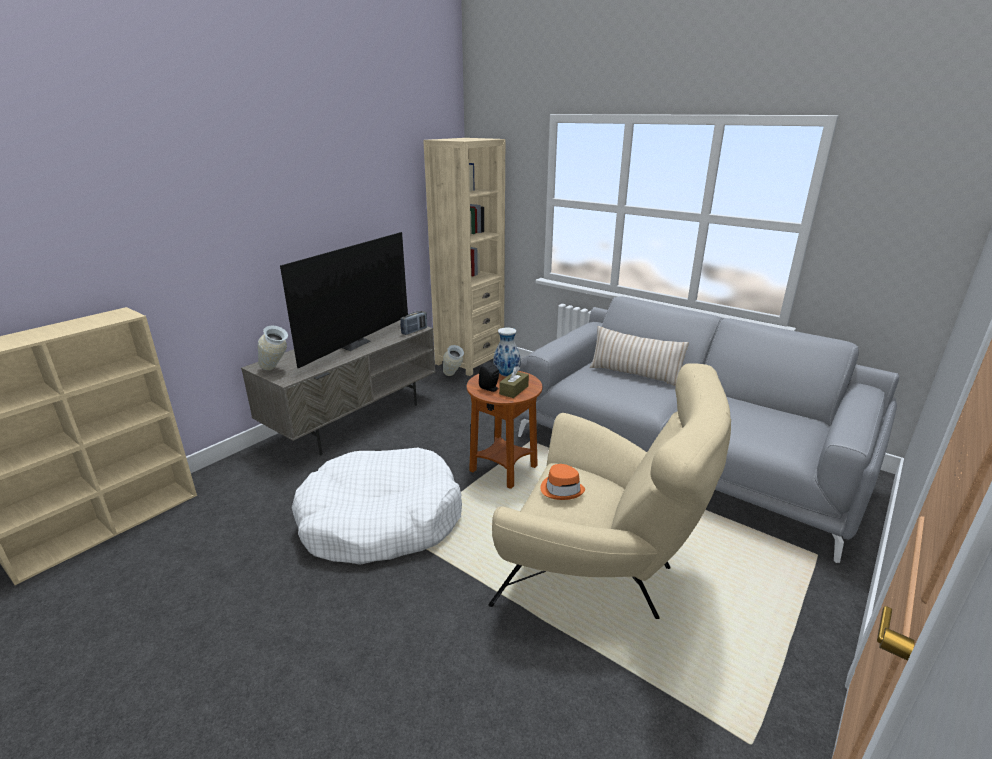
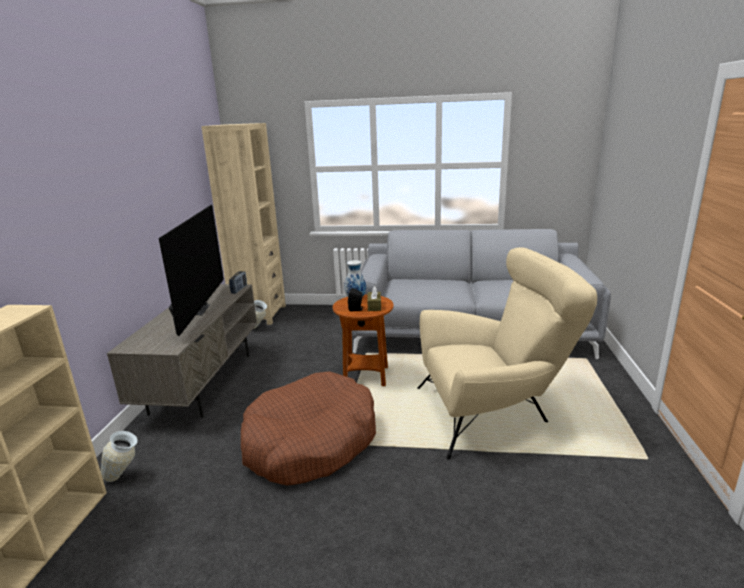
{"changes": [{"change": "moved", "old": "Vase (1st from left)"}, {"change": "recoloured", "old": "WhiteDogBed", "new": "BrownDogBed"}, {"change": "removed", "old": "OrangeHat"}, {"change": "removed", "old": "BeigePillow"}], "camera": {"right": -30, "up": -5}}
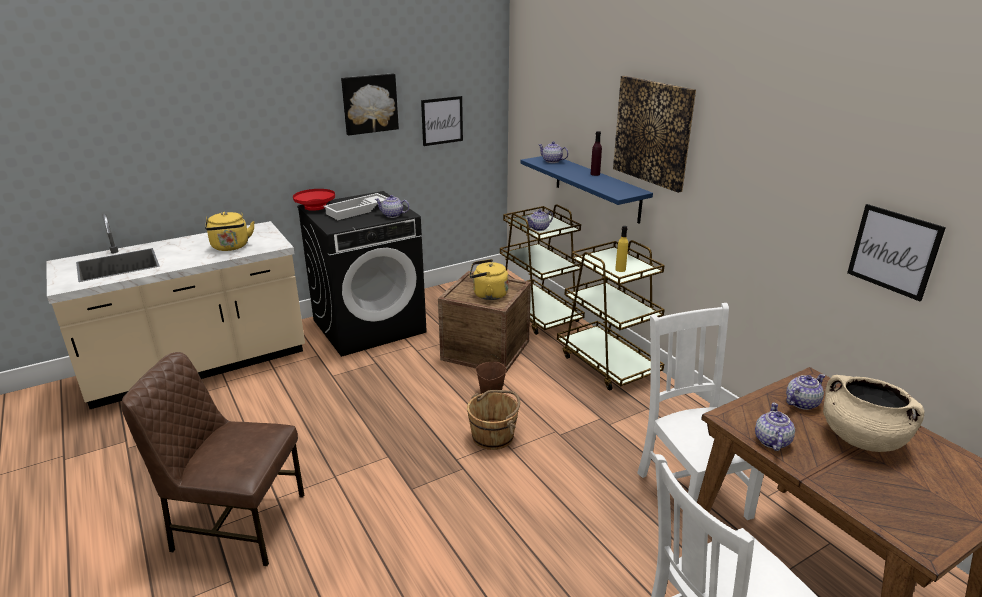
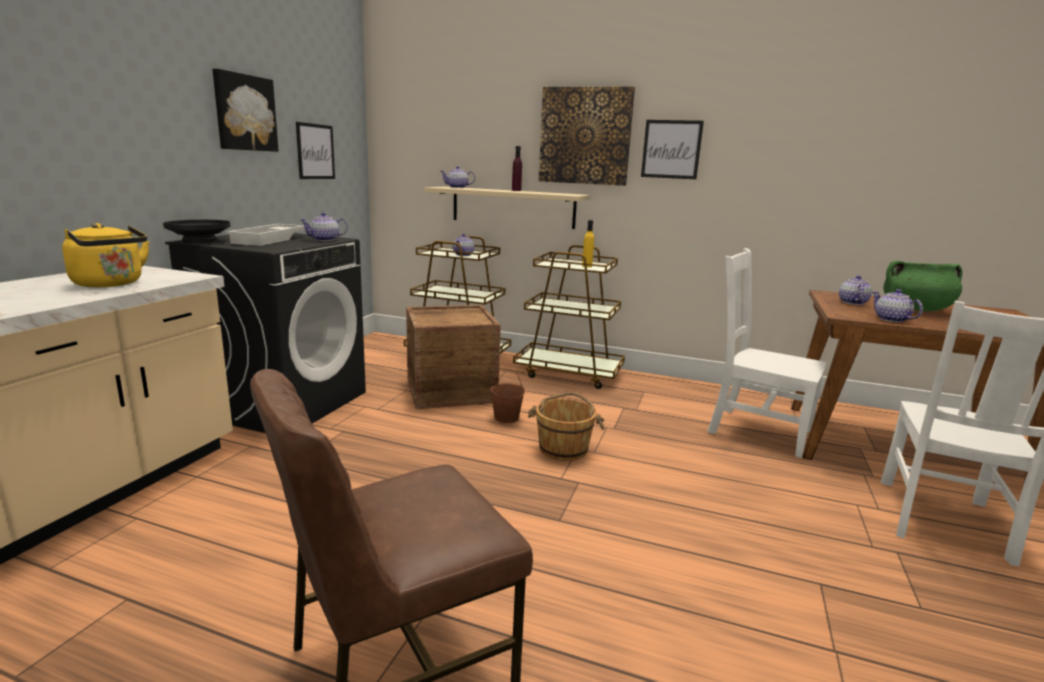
{"changes": [{"change": "recoloured", "old": "RedBowl", "new": "BlackBowl"}, {"change": "removed", "old": "YellowKettle (2nd from left)"}, {"change": "recoloured", "old": "BlueShelf", "new": "BeigeShelf"}, {"change": "recoloured", "old": "BeigeCookingPot", "new": "GreenCookingPot"}, {"change": "moved", "old": "Picture (4th from left)"}], "camera": {"right": -40, "up": -10}}
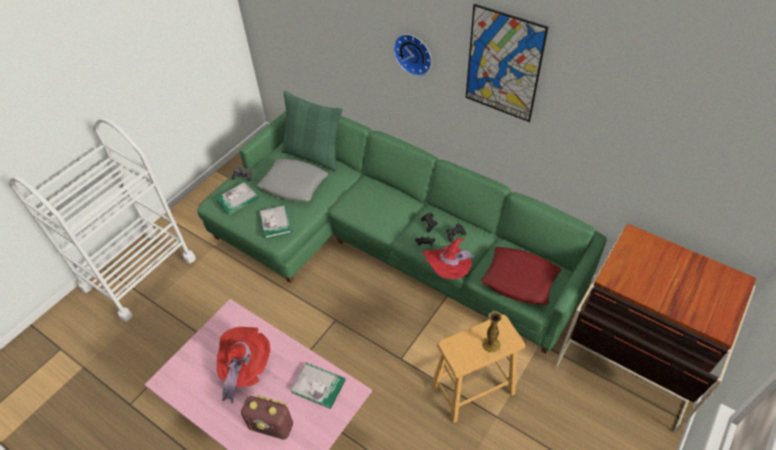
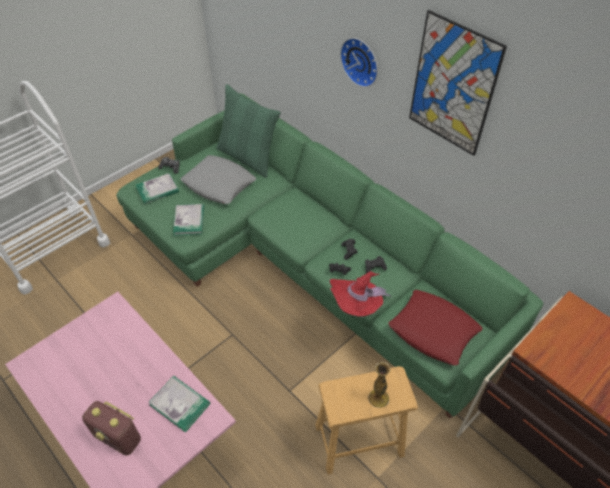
{"changes": [{"change": "removed", "old": "RedHat (1st from left)"}], "camera": {"right": 10, "up": 0}}
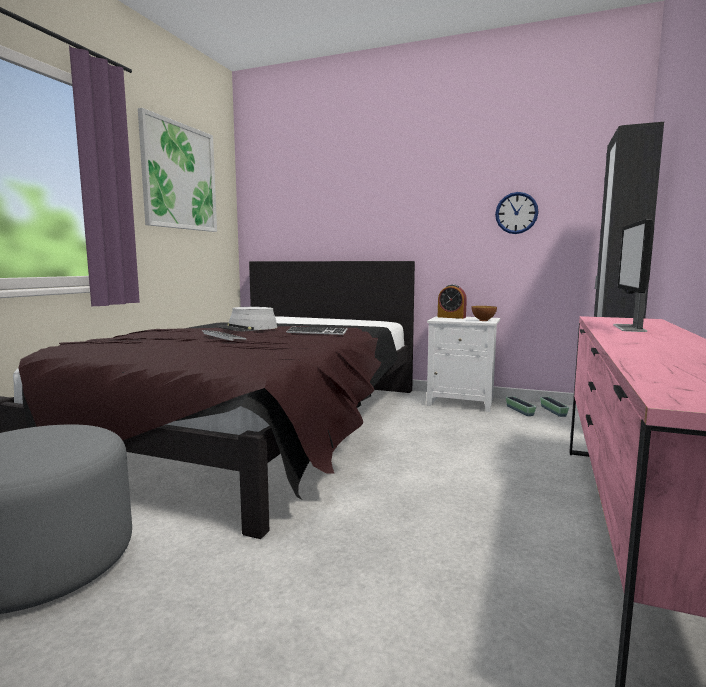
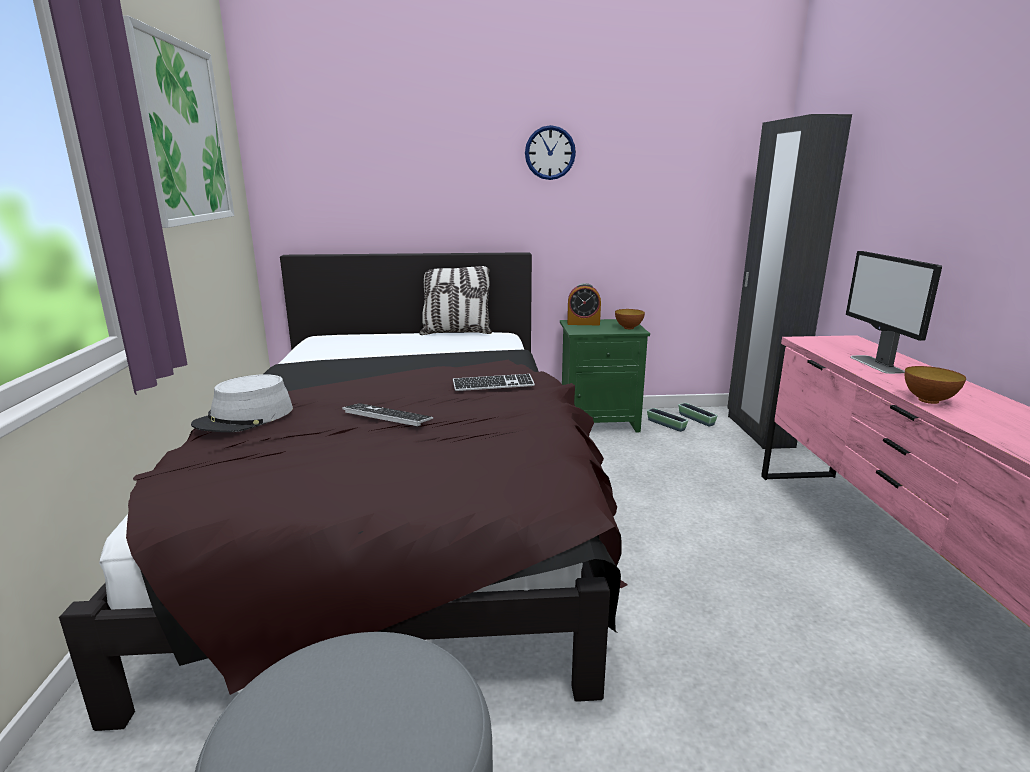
{"changes": [{"change": "moved", "old": "GreyHat"}, {"change": "recoloured", "old": "WhiteNightstand", "new": "GreenNightstand"}, {"change": "moved", "old": "WallClock"}, {"change": "added", "new": "Pillow"}, {"change": "added", "new": "Bowl (2nd from left)"}], "camera": {"right": -25, "up": 10}}
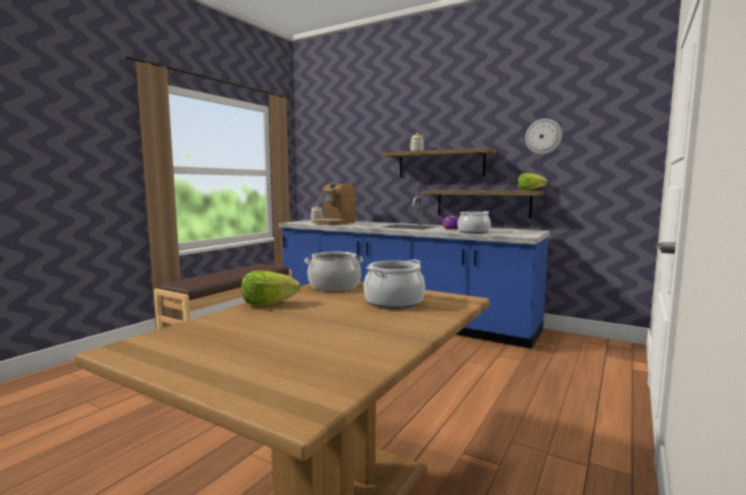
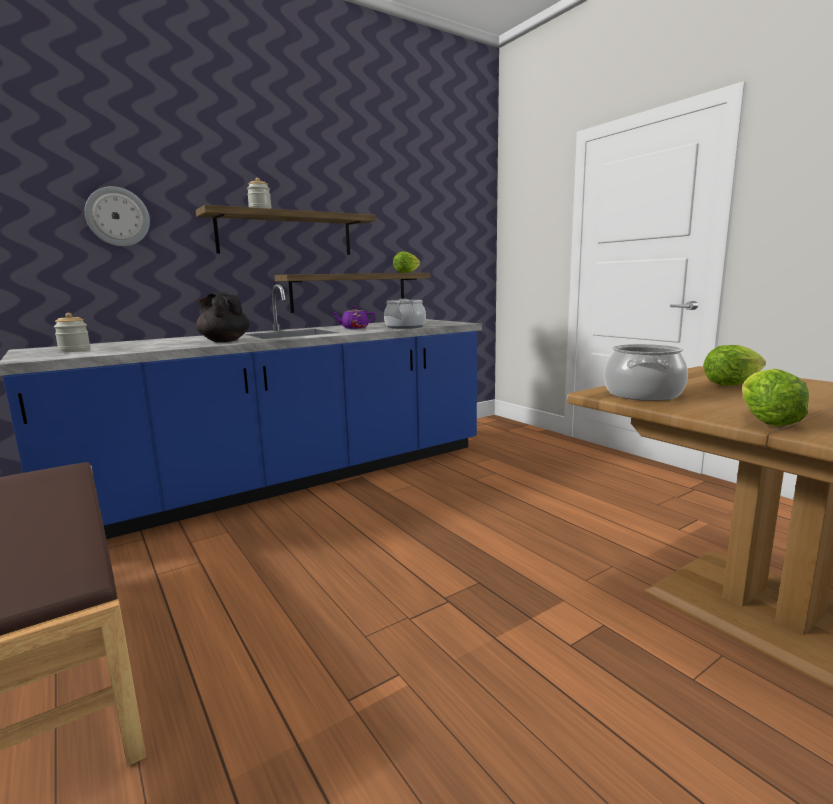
{"changes": [{"change": "removed", "old": "CoffeeMachine"}, {"change": "replaced", "old": "CookingPot (2nd from left)", "new": "Lettuce (2nd from left)"}, {"change": "moved", "old": "WallClock"}, {"change": "added", "new": "BlackTeapot"}], "camera": {"right": -65, "up": 5}}
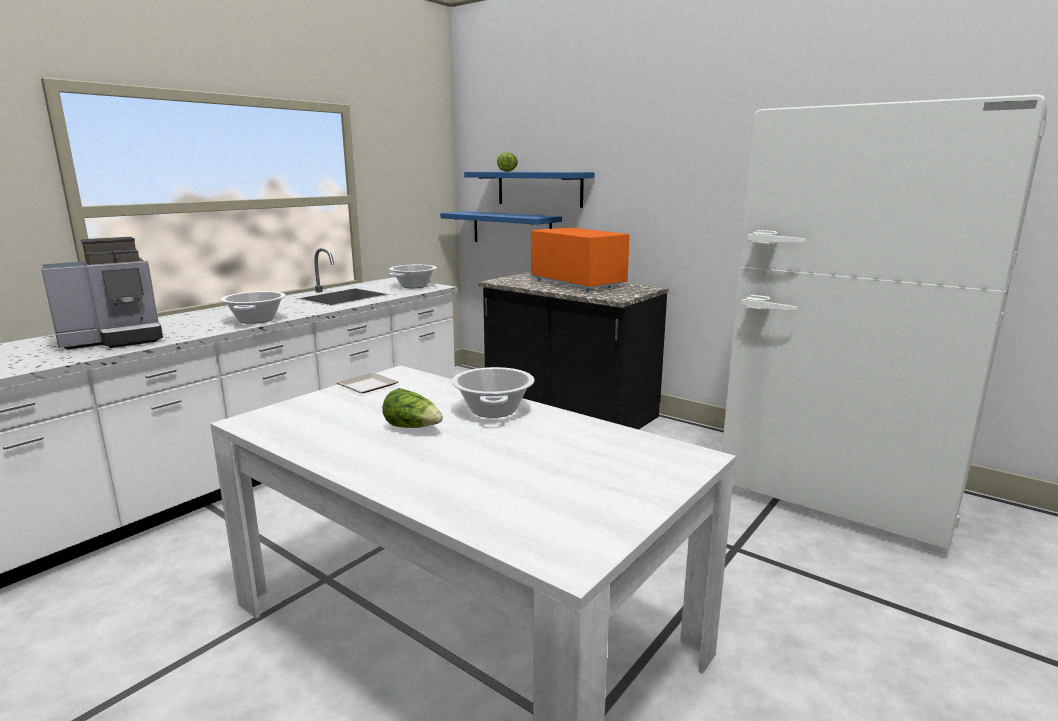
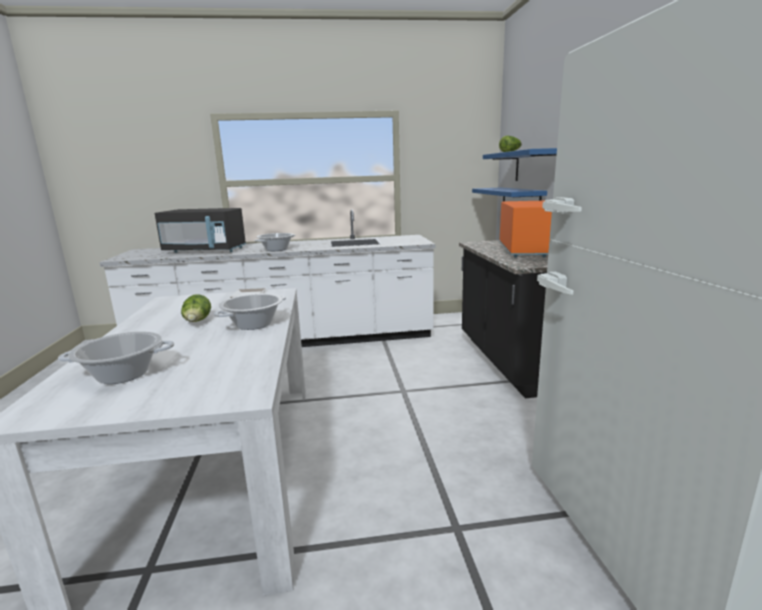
{"changes": [{"change": "replaced", "old": "CoffeeMachine", "new": "BlackMicrowave"}, {"change": "moved", "old": "CookingPot (2nd from left in the first image)", "new": "CookingPot (1st from left)"}], "camera": {"right": 45, "up": 0}}
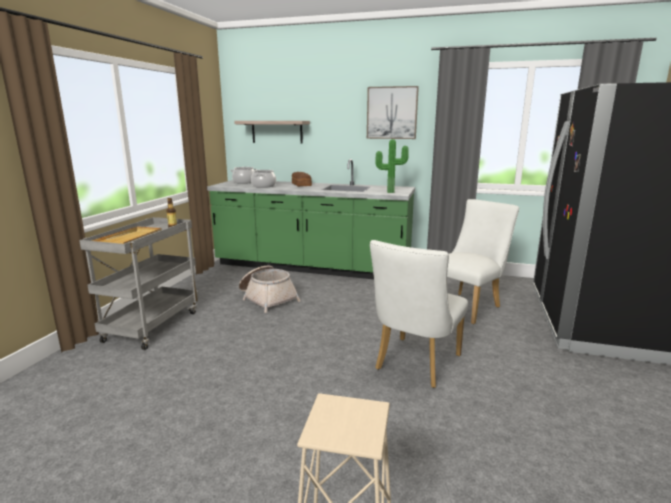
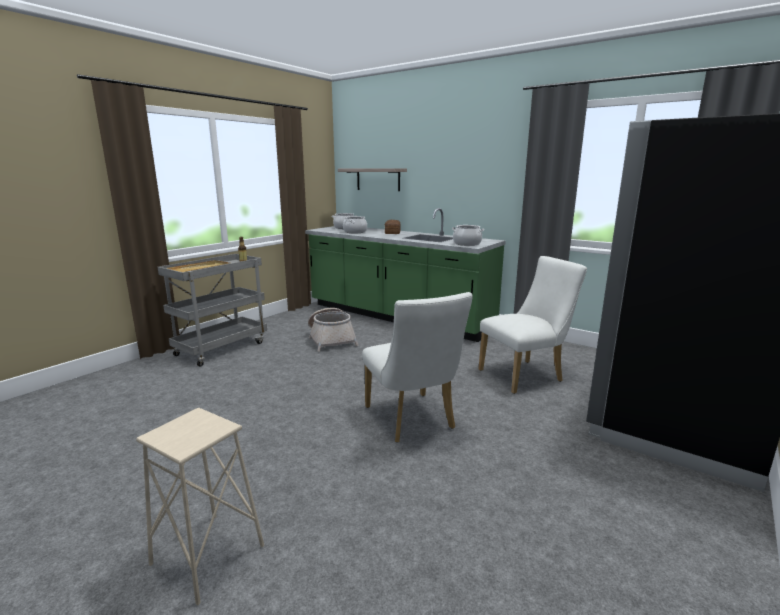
{"changes": [{"change": "removed", "old": "Picture"}, {"change": "turned", "old": "WhiteChair (1st from left)", "degrees": -75}, {"change": "replaced", "old": "PottedPlant", "new": "CookingPot (3rd from left)"}], "camera": {"right": 20, "up": 0}}
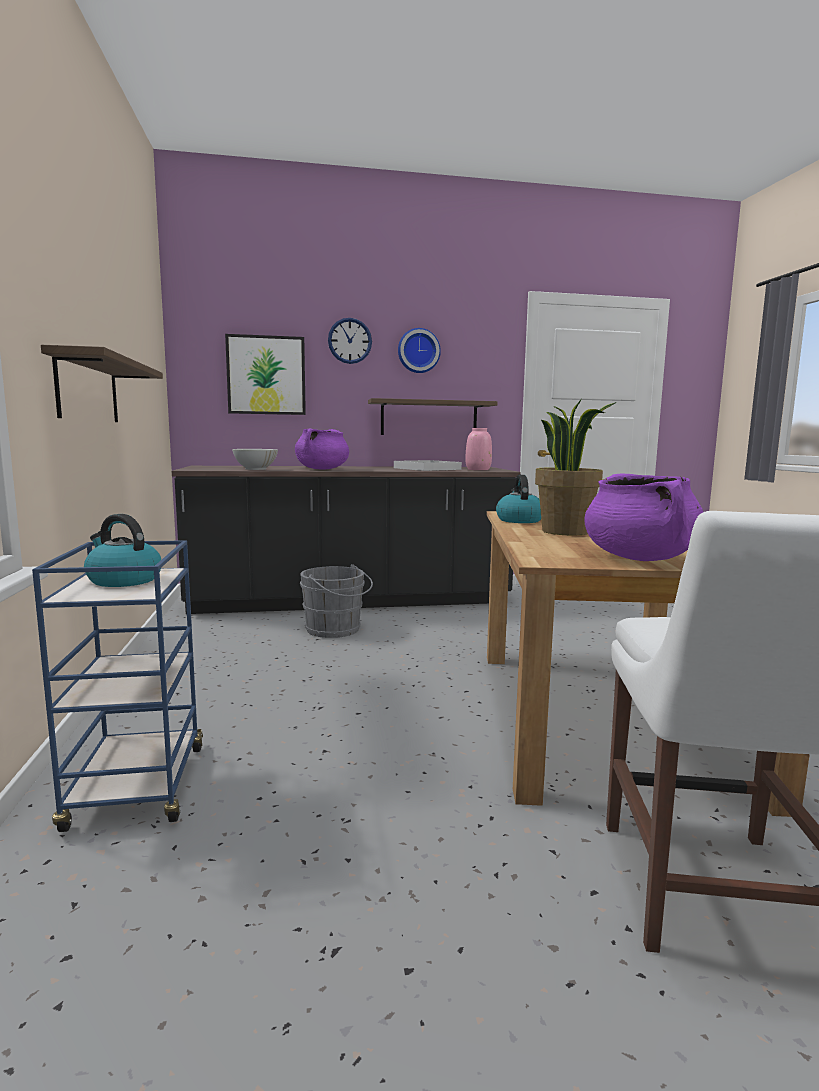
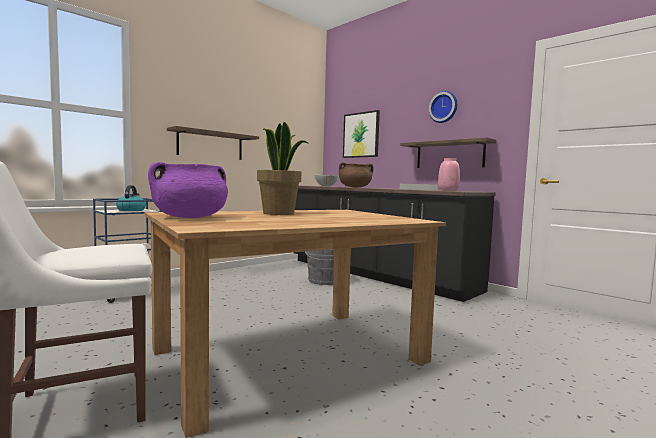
{"changes": [{"change": "recoloured", "old": "PurpleCookingPot (1st from left)", "new": "BrownCookingPot"}, {"change": "removed", "old": "WallClock (1st from left)"}, {"change": "removed", "old": "Kettle (2nd from left)"}], "camera": {"right": 55, "up": -5}}
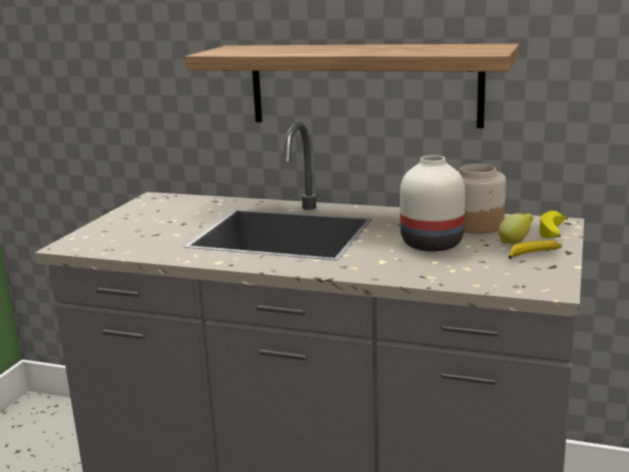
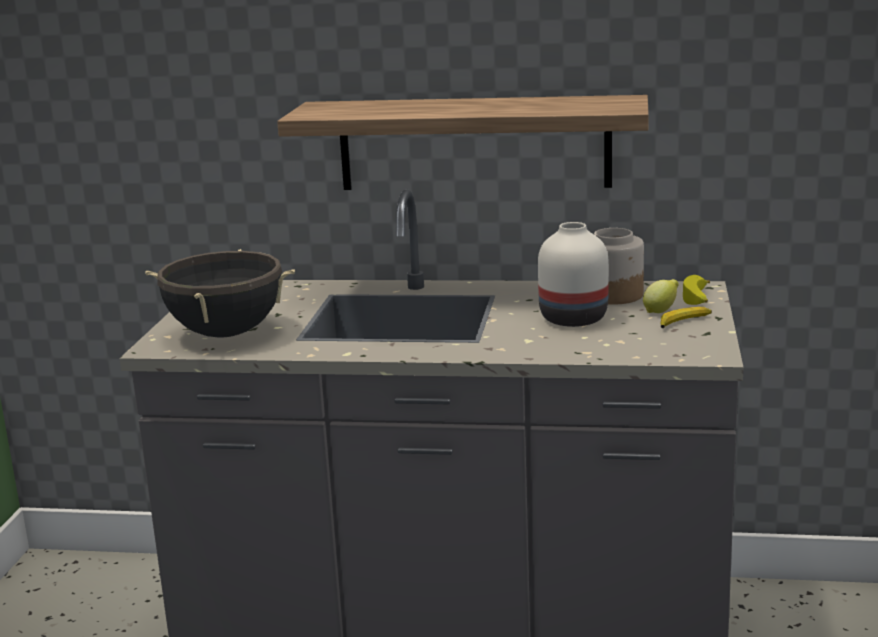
{"changes": [{"change": "added", "new": "BlackCookingPot"}], "camera": {"right": -10, "up": 0}}
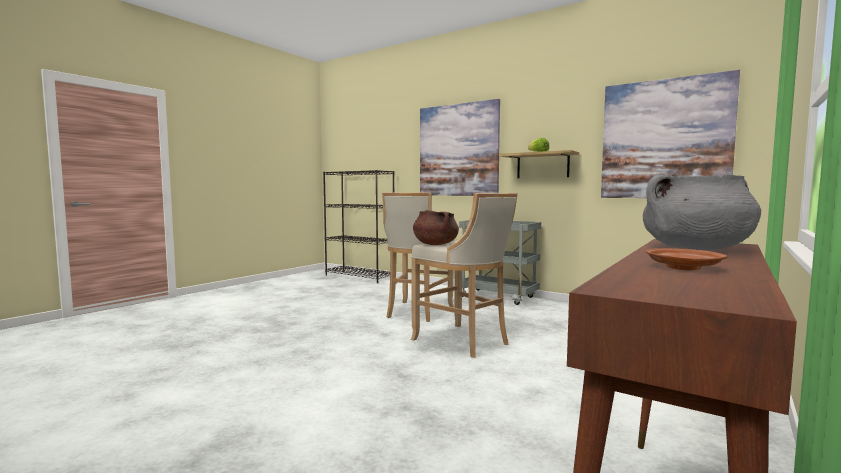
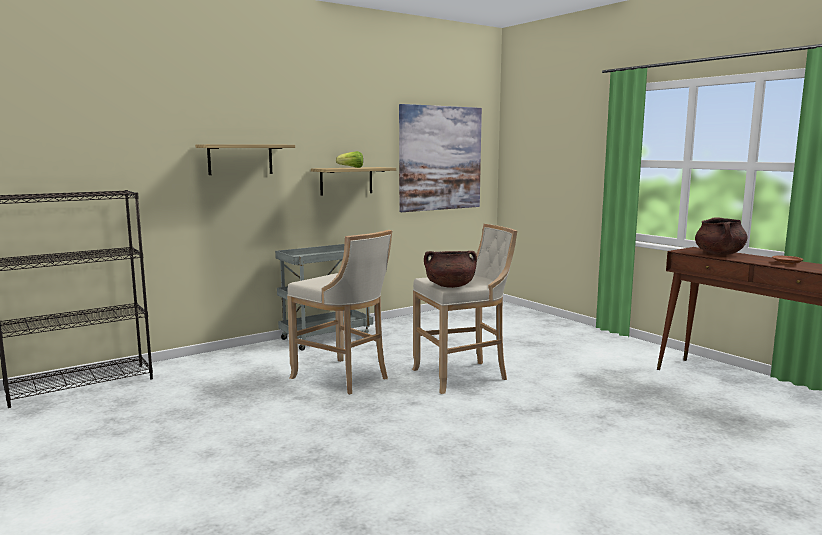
{"changes": [{"change": "replaced", "old": "Picture (1st from left)", "new": "Shelf (1st from left)"}, {"change": "recoloured", "old": "GreyCookingPot", "new": "BrownCookingPot (2nd from left)"}], "camera": {"right": -70, "up": 5}}
